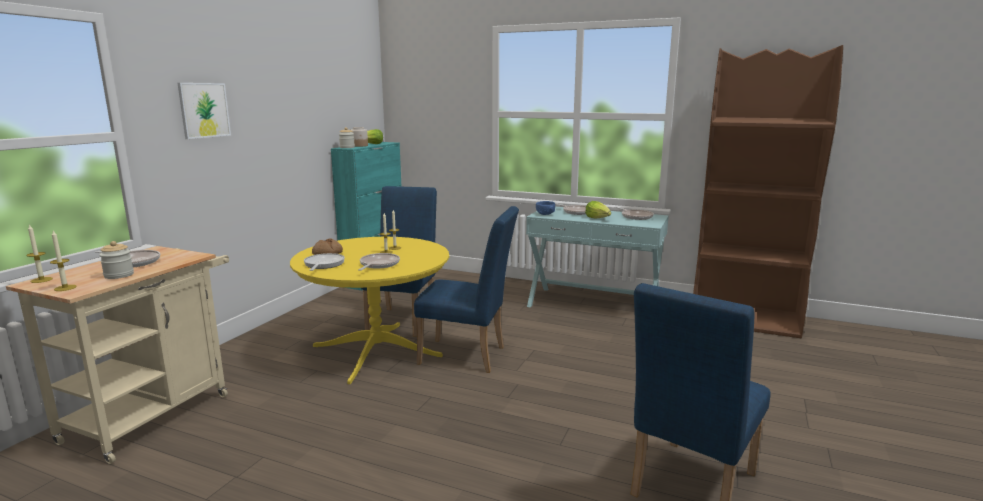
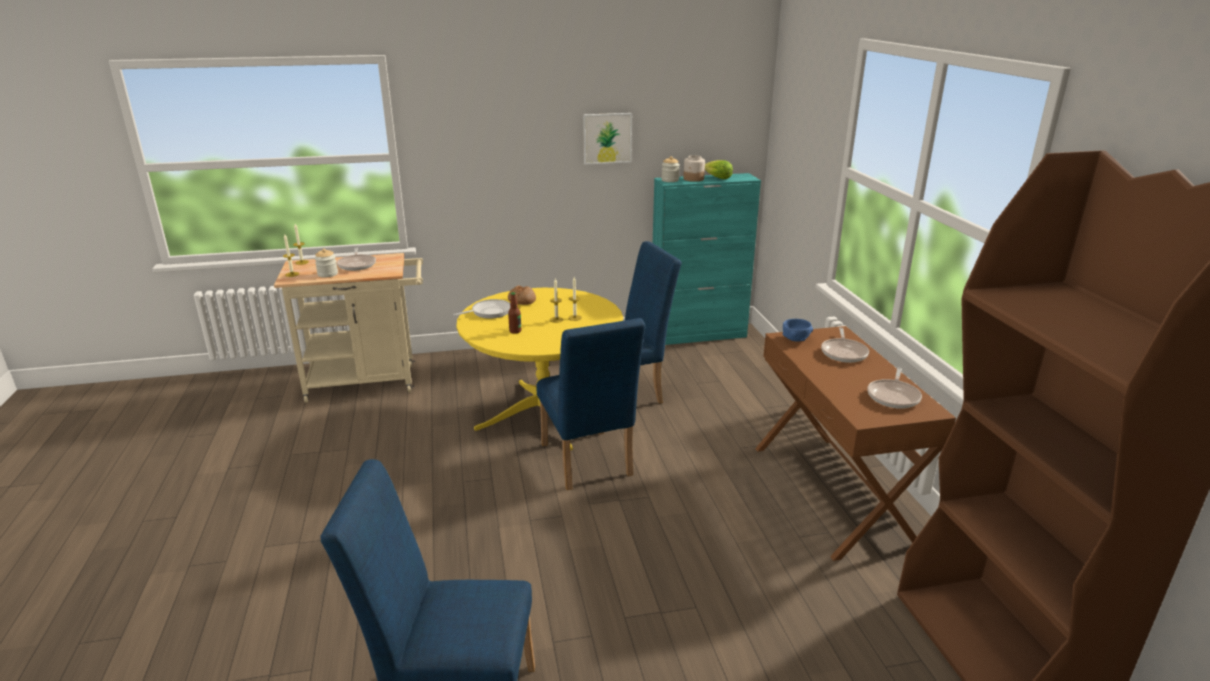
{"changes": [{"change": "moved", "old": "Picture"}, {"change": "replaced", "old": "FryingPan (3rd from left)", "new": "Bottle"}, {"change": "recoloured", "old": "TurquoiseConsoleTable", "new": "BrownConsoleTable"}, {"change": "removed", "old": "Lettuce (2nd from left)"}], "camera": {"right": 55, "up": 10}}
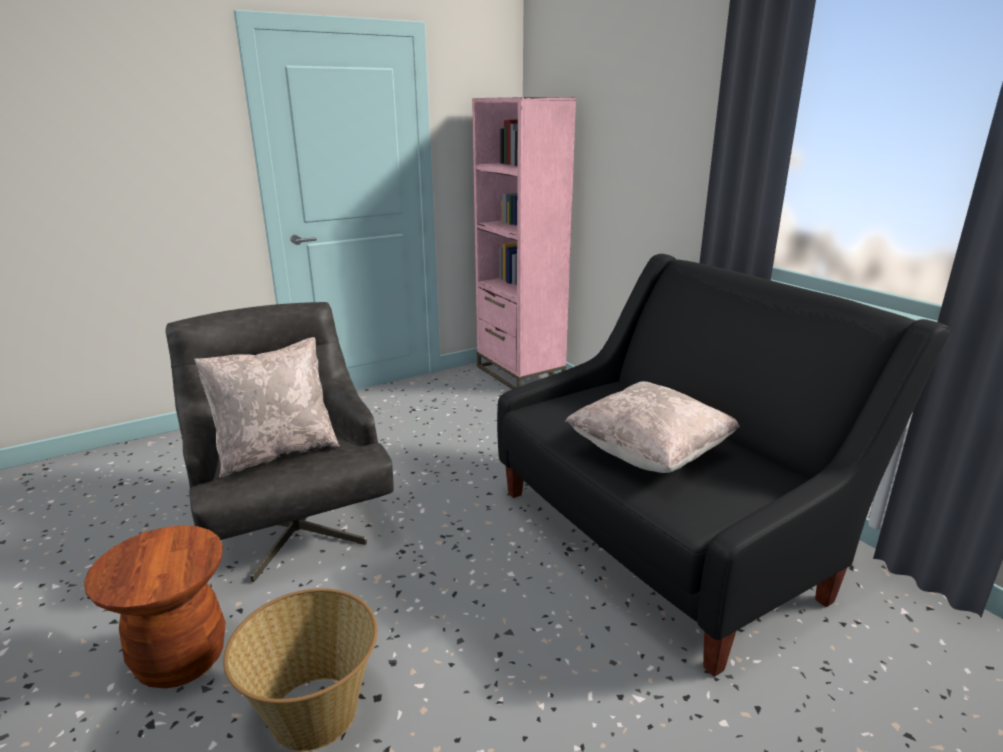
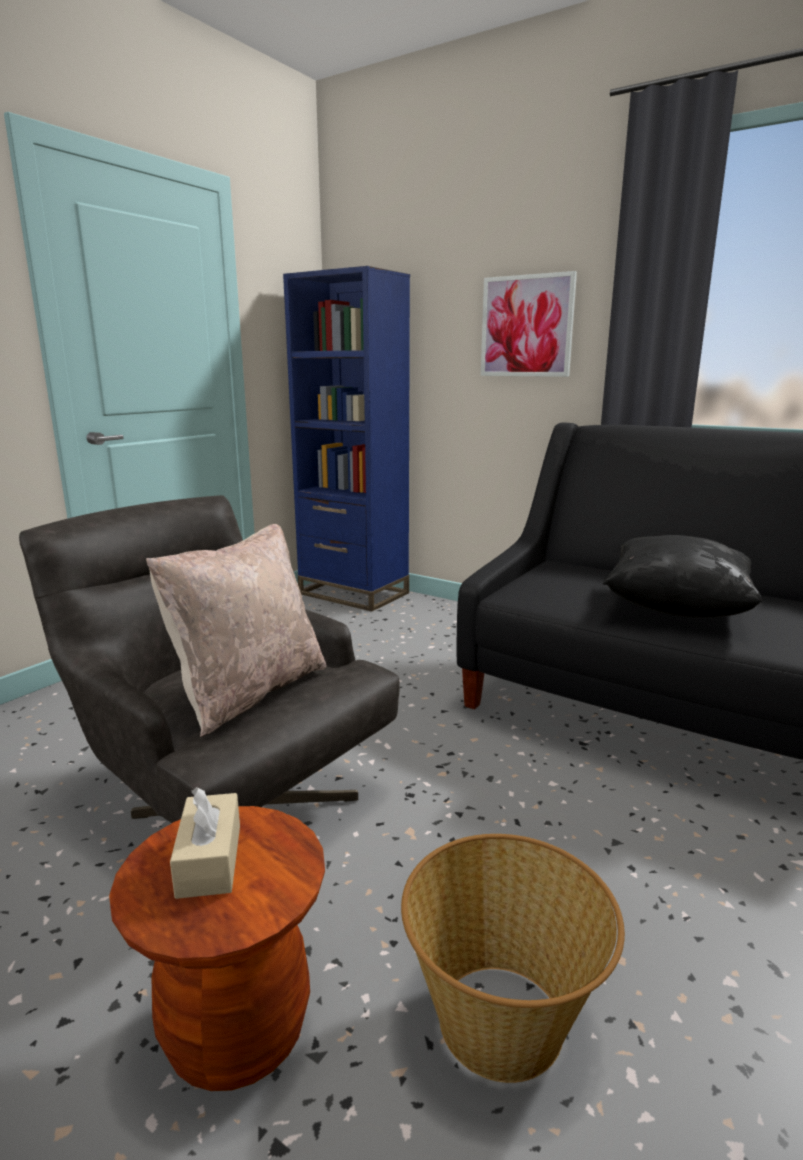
{"changes": [{"change": "recoloured", "old": "PinkBookcase", "new": "BlueBookcase"}, {"change": "recoloured", "old": "BeigePillow (2nd from left)", "new": "BlackPillow"}, {"change": "added", "new": "BeigeTissueBox"}, {"change": "added", "new": "Picture"}], "camera": {"right": -25, "up": -5}}
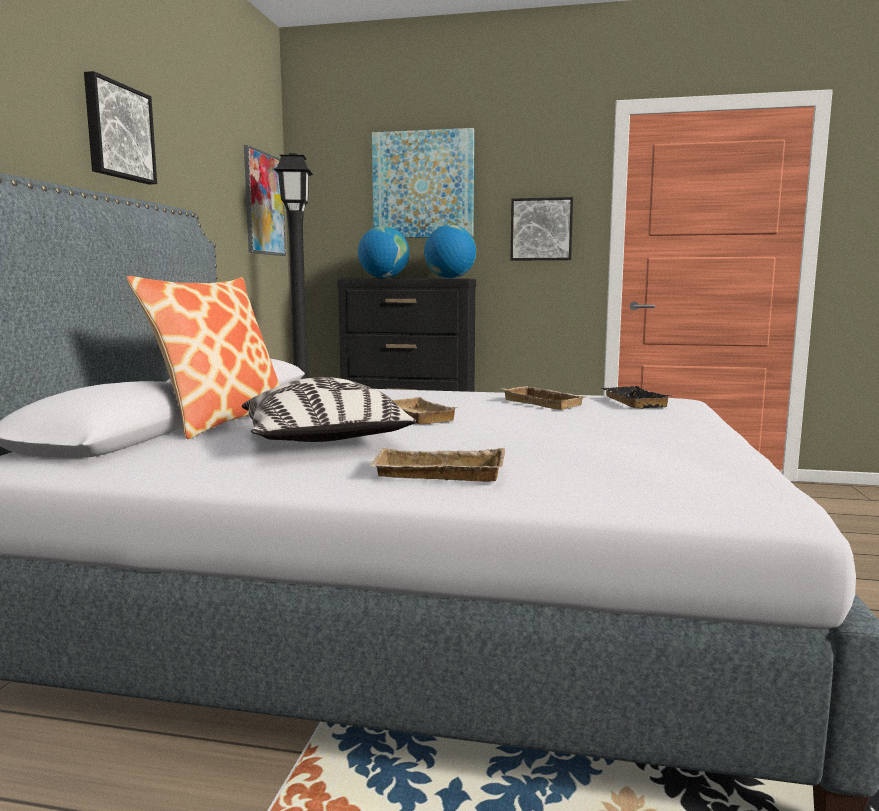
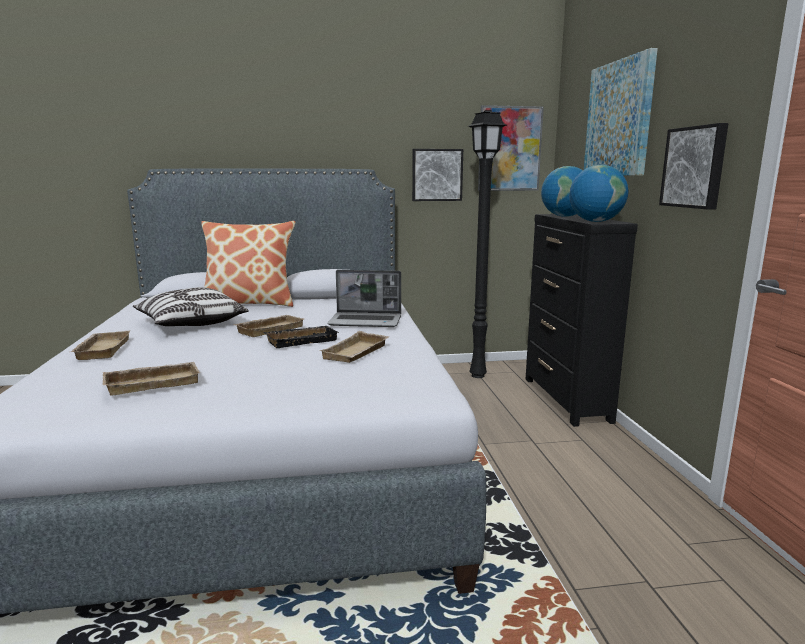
{"changes": [{"change": "moved", "old": "Picture (1st from left)"}, {"change": "moved", "old": "BlackTray"}, {"change": "added", "new": "BeigeTray (2nd from left)"}, {"change": "added", "new": "Laptop"}], "camera": {"right": 70, "up": 5}}
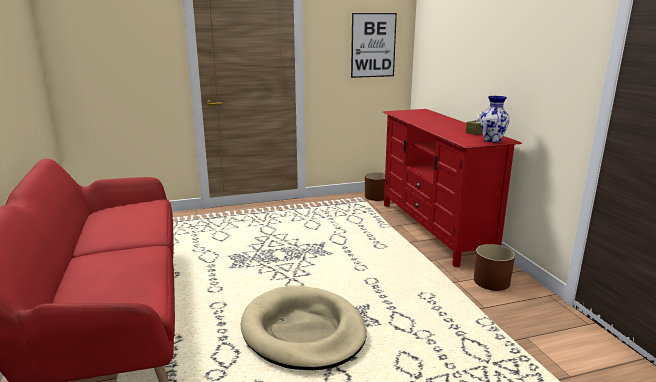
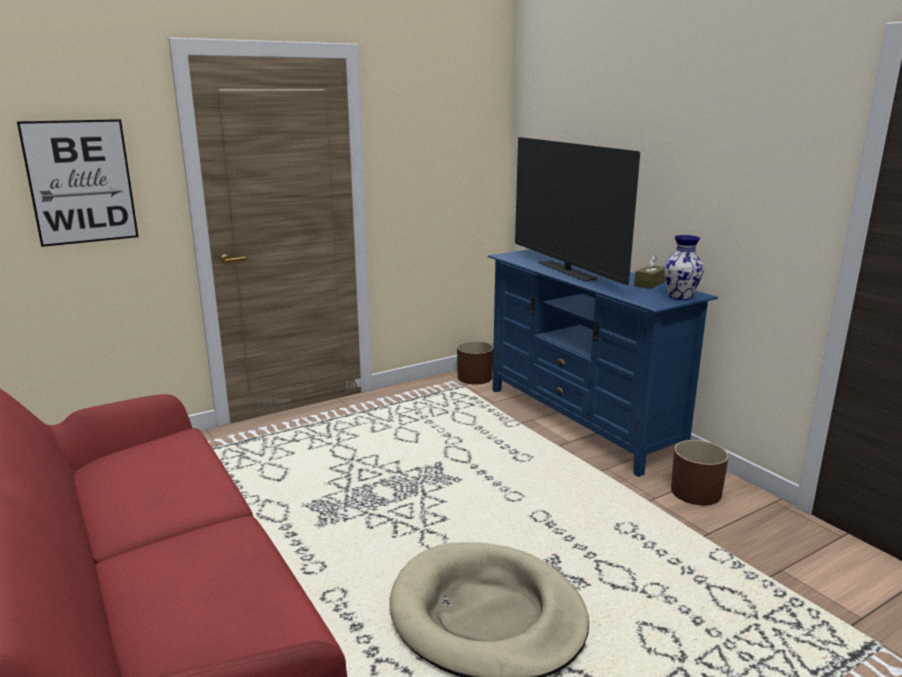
{"changes": [{"change": "moved", "old": "Picture"}, {"change": "recoloured", "old": "RedTvStand", "new": "BlueTvStand"}, {"change": "added", "new": "Television"}], "camera": {"right": -15, "up": 0}}
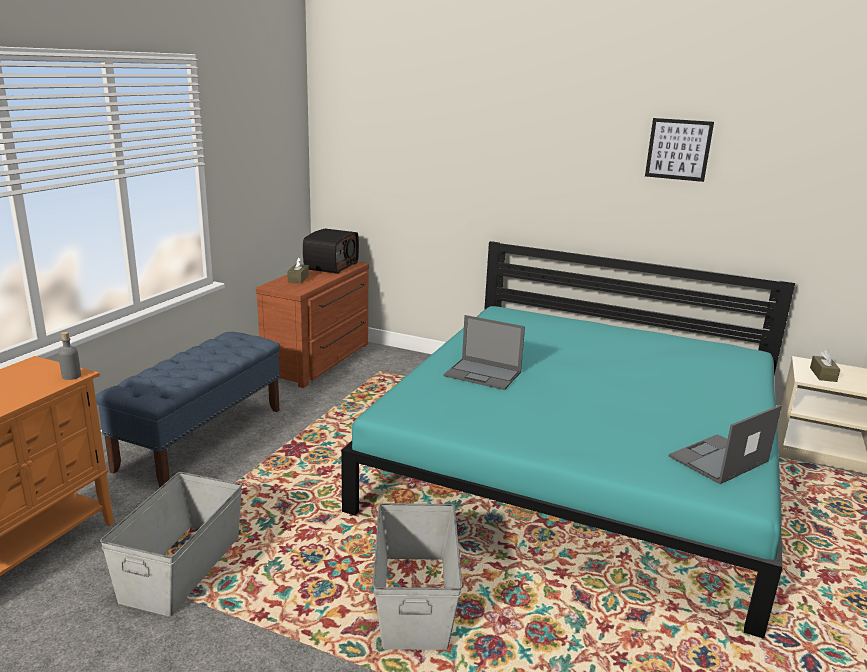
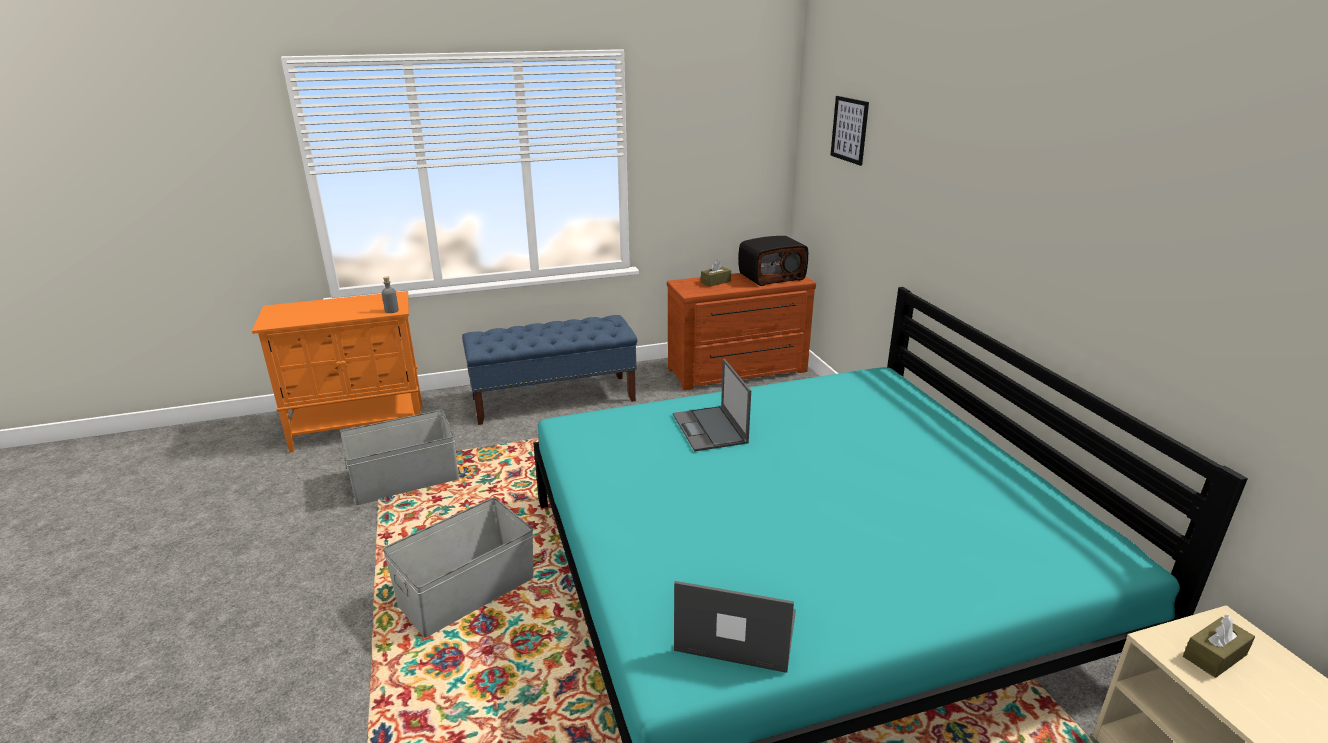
{"changes": [{"change": "moved", "old": "Picture"}], "camera": {"right": 50, "up": 5}}
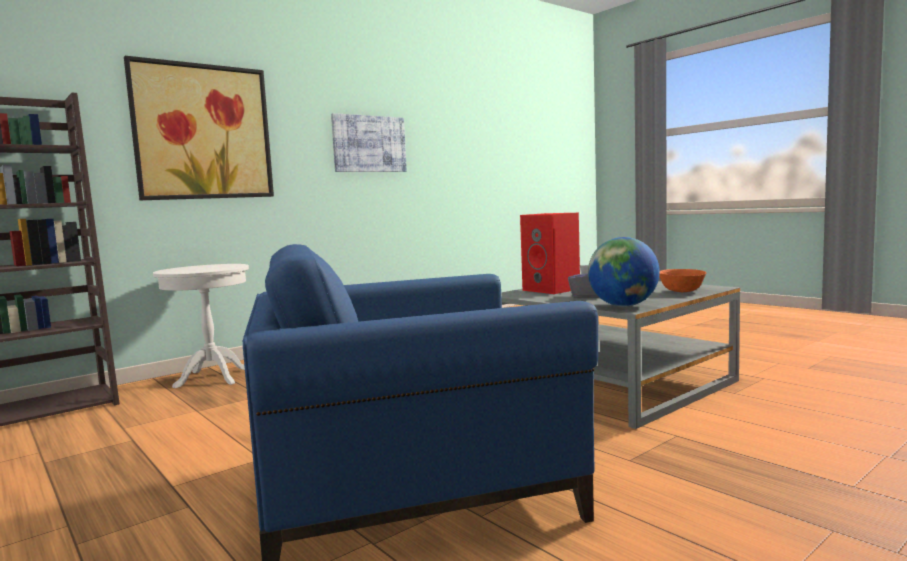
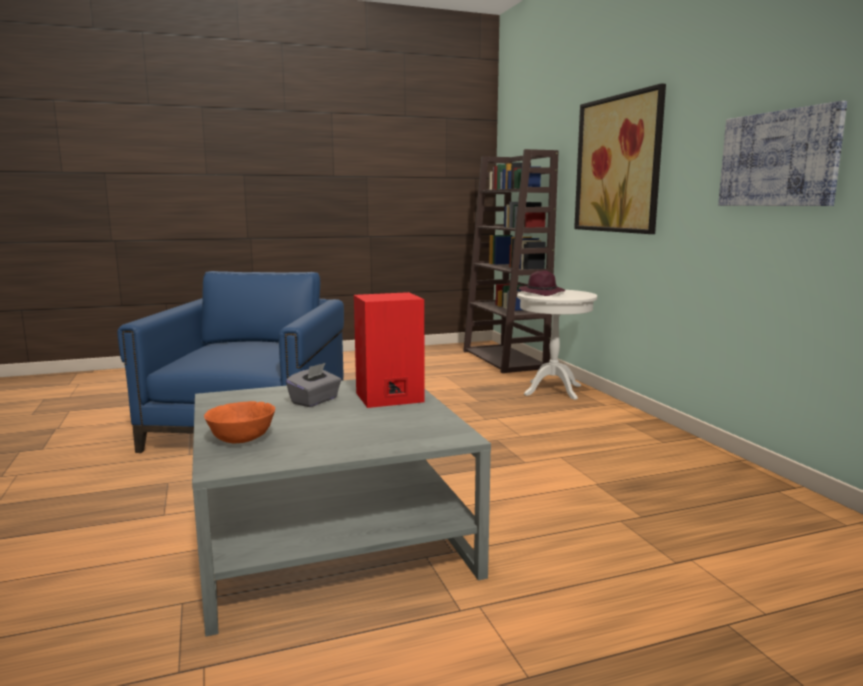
{"changes": [{"change": "removed", "old": "Globe"}, {"change": "added", "new": "PurpleHat"}], "camera": {"right": 110, "up": 5}}
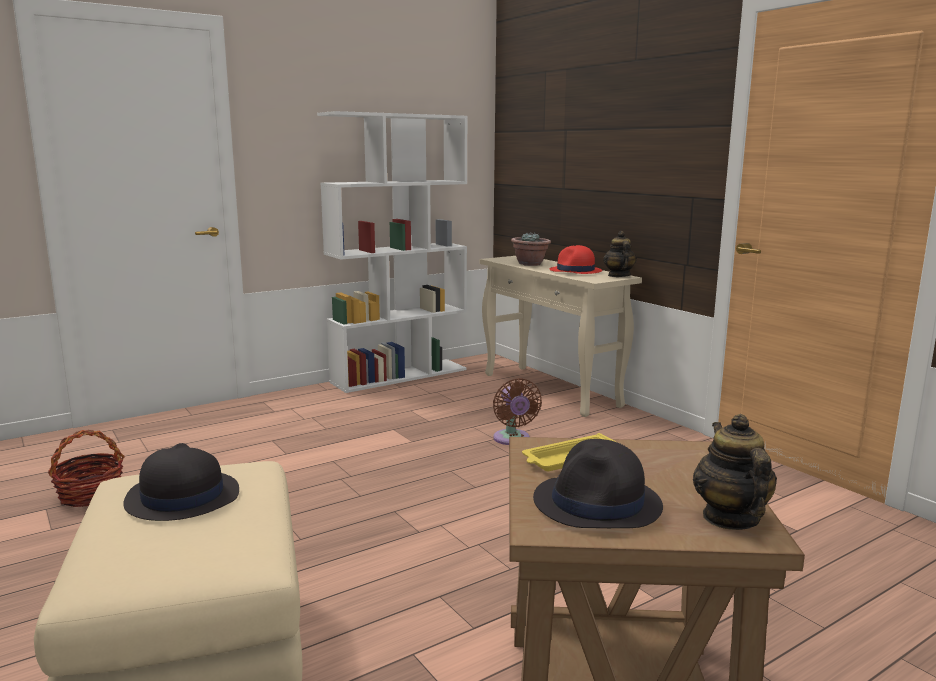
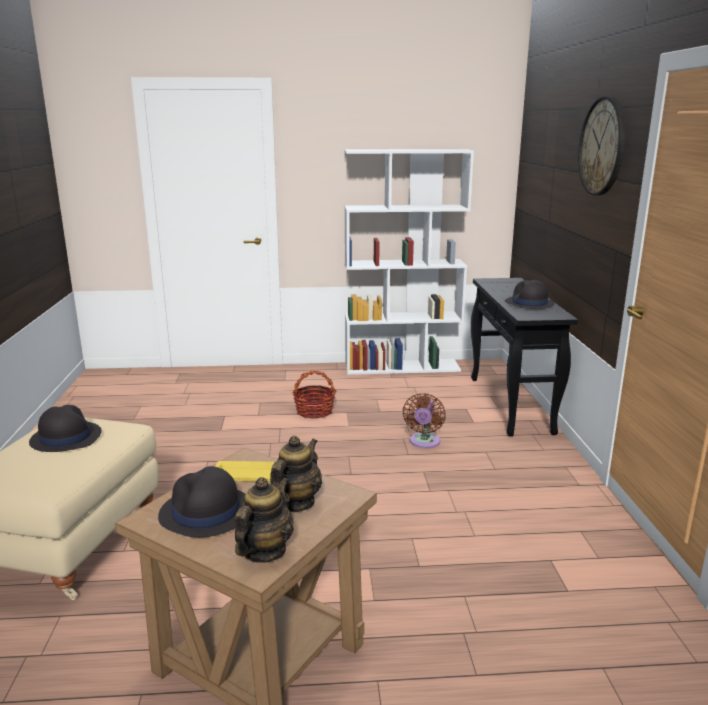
{"changes": [{"change": "moved", "old": "Basket"}, {"change": "recoloured", "old": "BeigeConsoleTable", "new": "BlackConsoleTable"}, {"change": "removed", "old": "PottedPlant"}, {"change": "recoloured", "old": "RedHat", "new": "BlackHat (3rd from left)"}, {"change": "moved", "old": "Teapot (1st from left in the first image)", "new": "Teapot (2nd from left)"}, {"change": "added", "new": "WallClock"}], "camera": {"right": 30, "up": 5}}
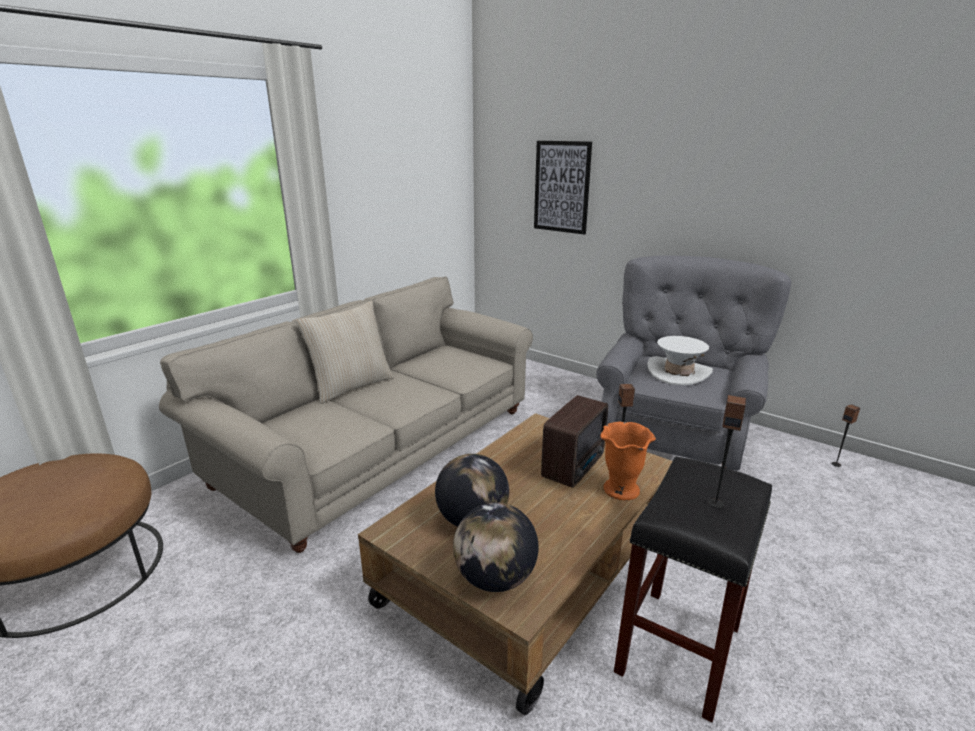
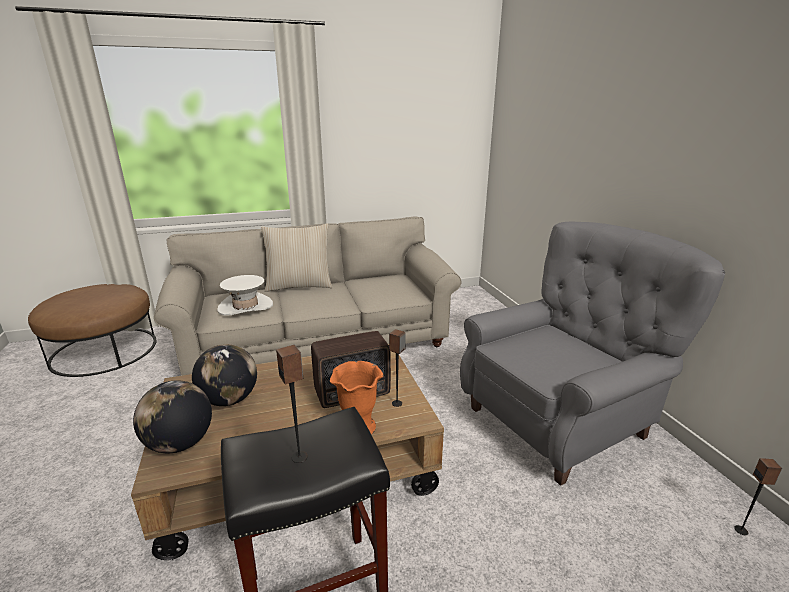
{"changes": [{"change": "removed", "old": "Picture"}, {"change": "moved", "old": "WhiteHat"}], "camera": {"right": 35, "up": 0}}
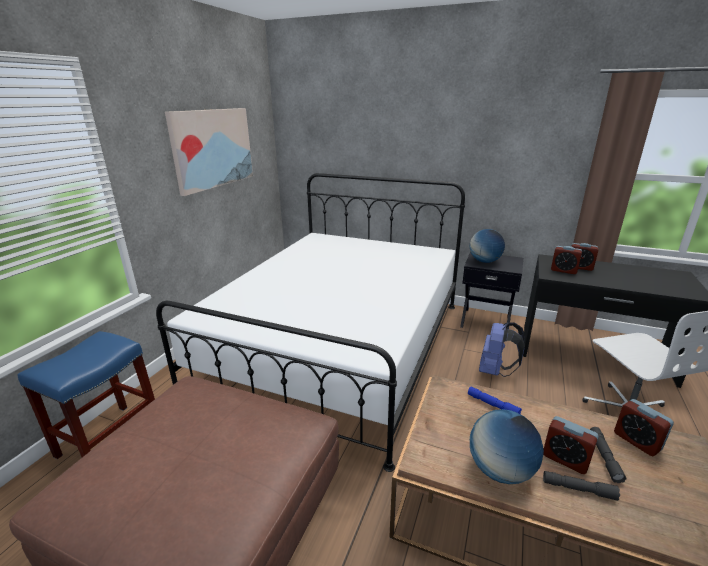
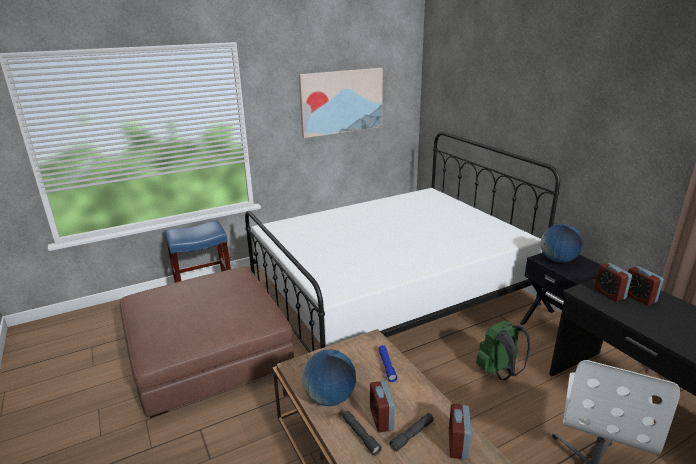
{"changes": [{"change": "recoloured", "old": "BlueBackpack", "new": "GreenBackpack"}], "camera": {"right": 40, "up": 0}}
